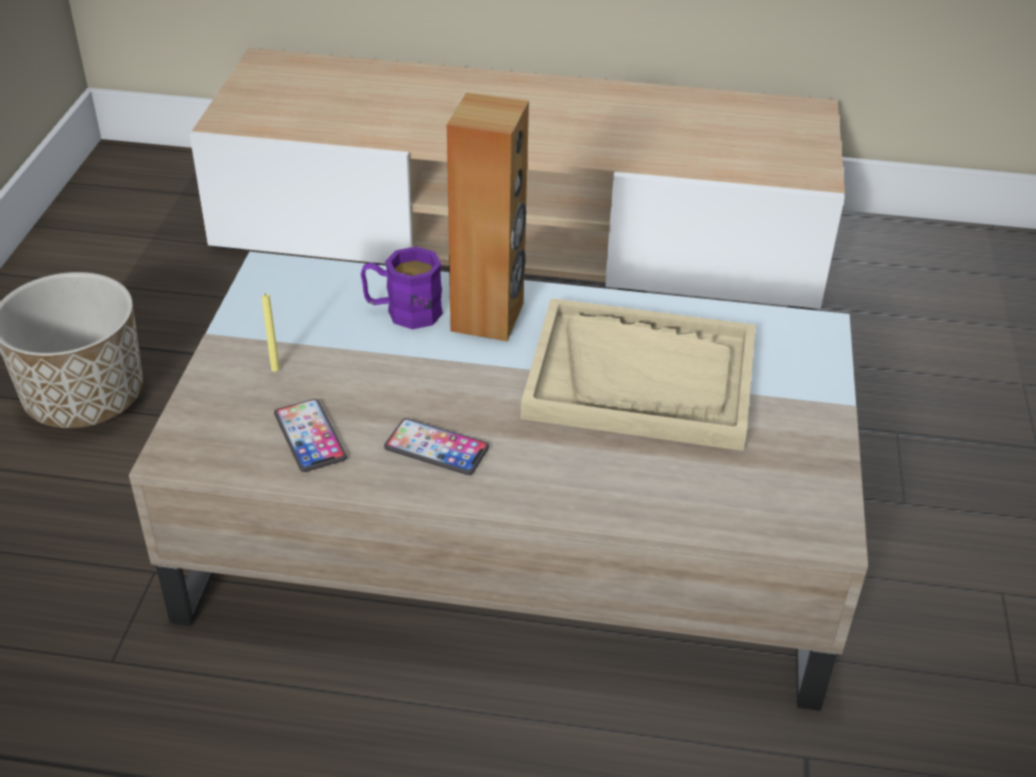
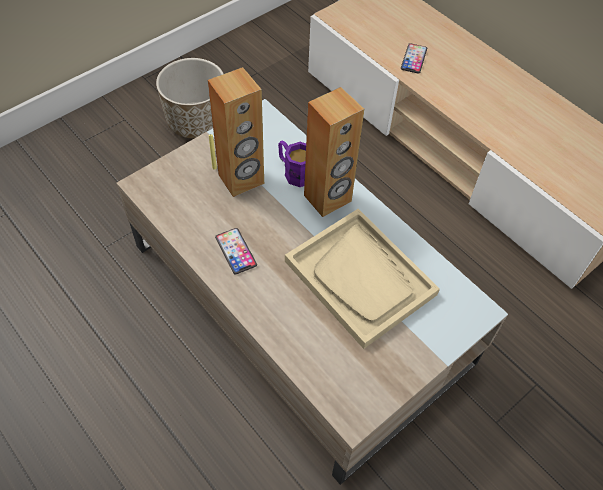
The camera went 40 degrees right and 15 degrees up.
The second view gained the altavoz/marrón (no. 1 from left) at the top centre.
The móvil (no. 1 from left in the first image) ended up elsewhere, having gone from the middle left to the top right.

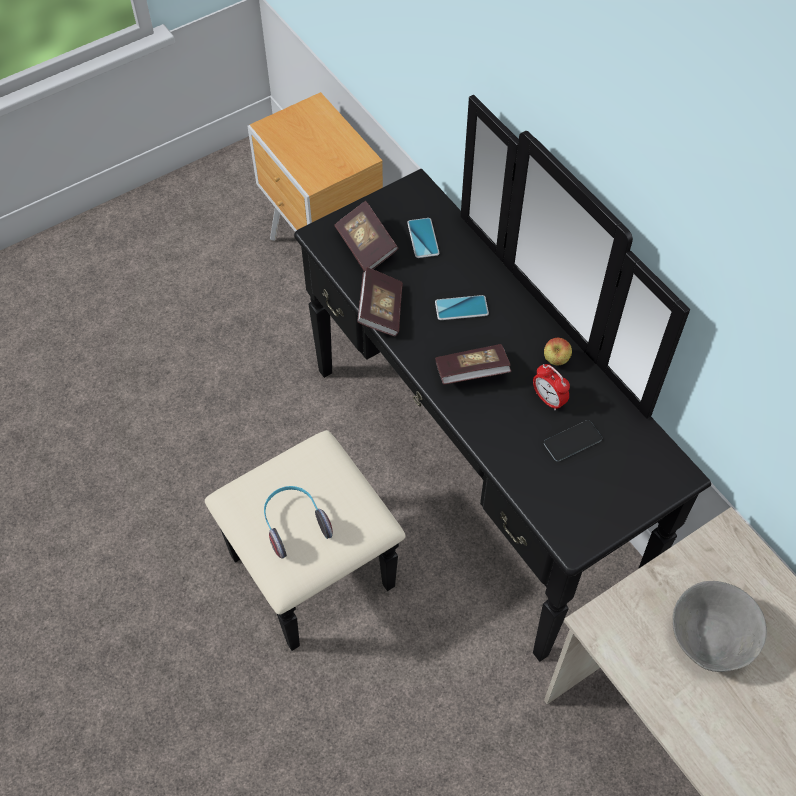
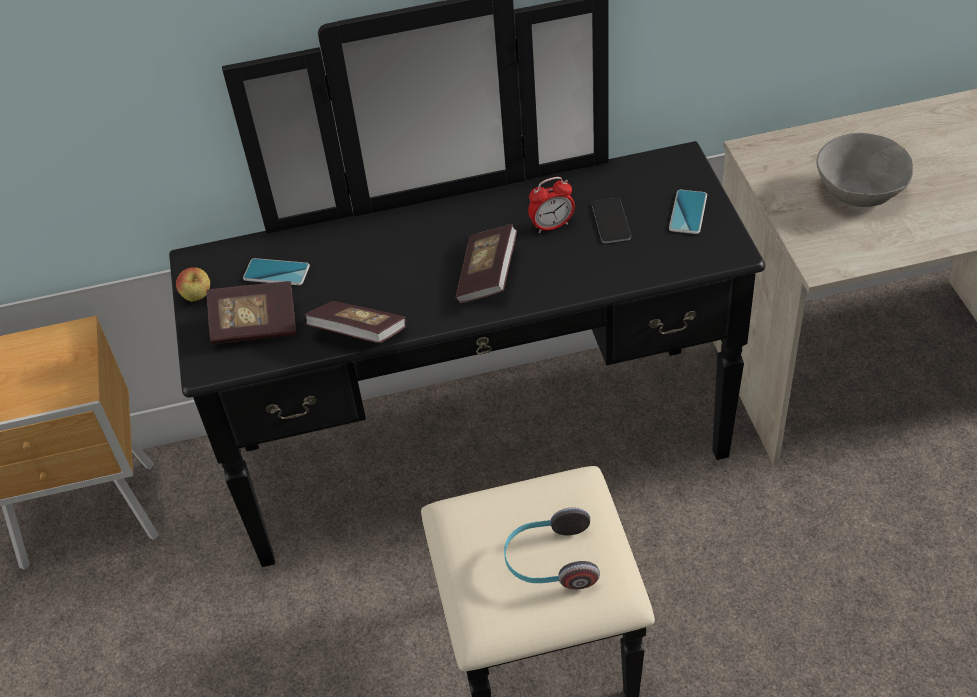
The camera went 65 degrees left and 10 degrees down.
The móvil (no. 2 from left in the first image) ended up elsewhere, having gone from the centre to the top right.
The manzana ended up elsewhere, having gone from the middle right to the middle left.

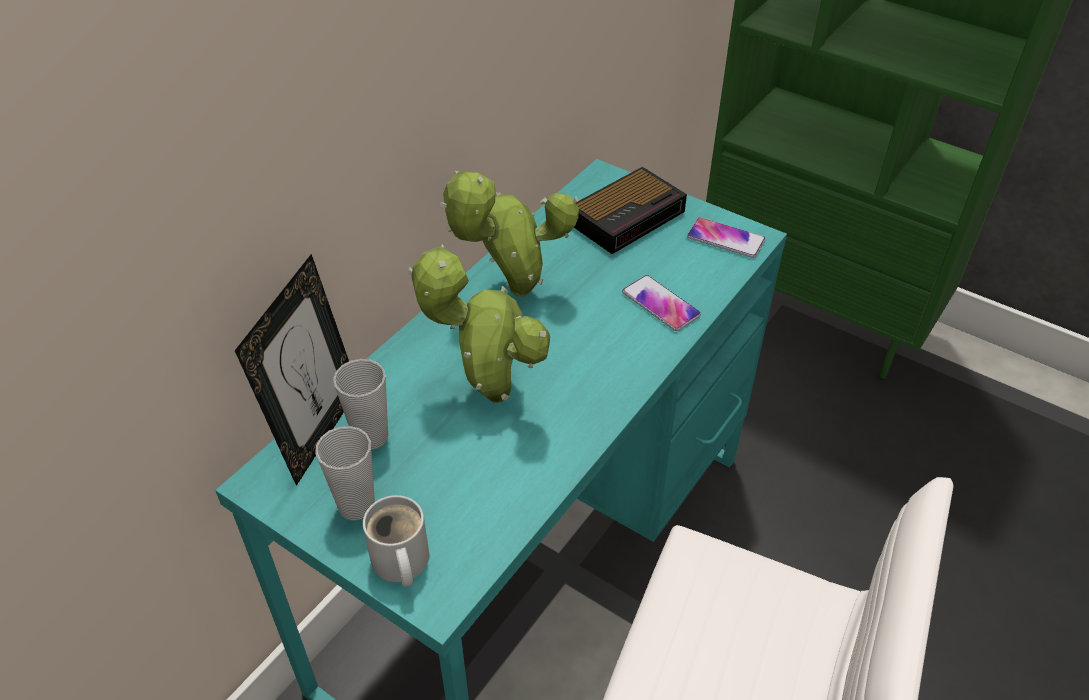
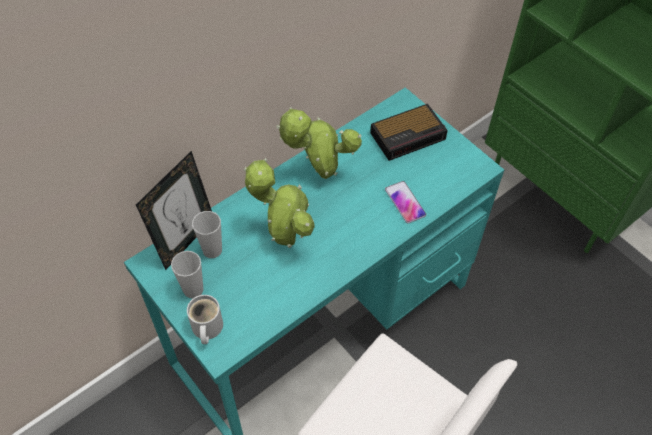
The camera went 15 degrees right and 10 degrees up.
The second view lost the móvil (no. 2 from left) at the middle right.

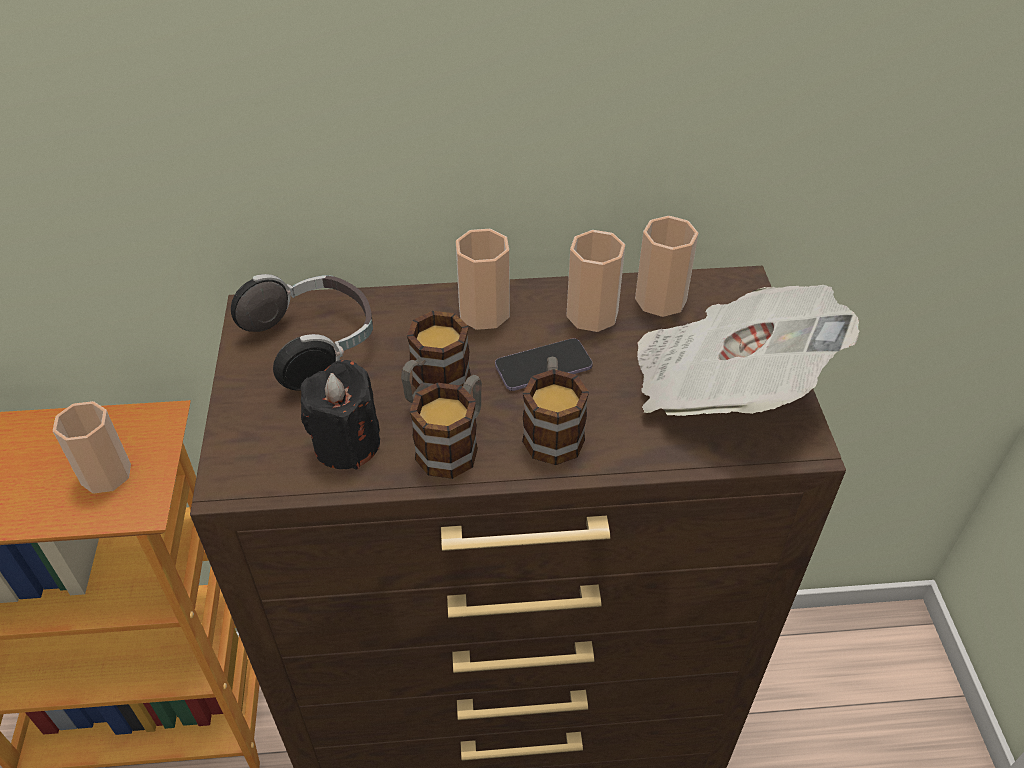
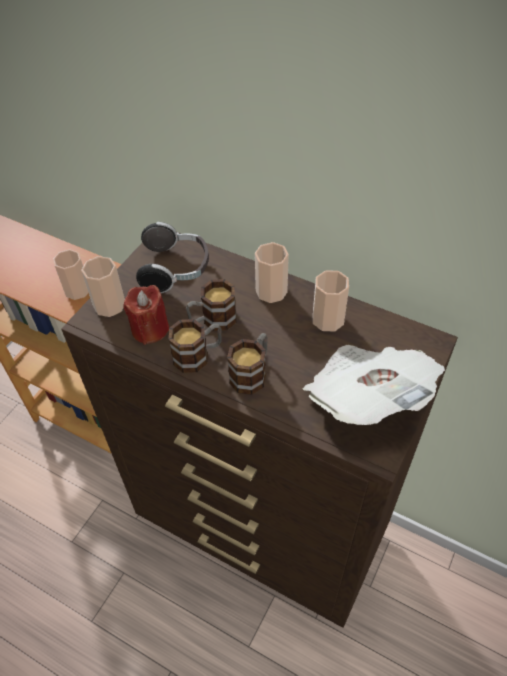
The camera went 35 degrees right and 5 degrees up.
The second view lost the móvil at the centre.
The taza (no. 4 from left in the first image) ended up elsewhere, having gone from the centre to the middle left.
What was the vela/negro at the middle left turned into the vela/rojo at the middle left.

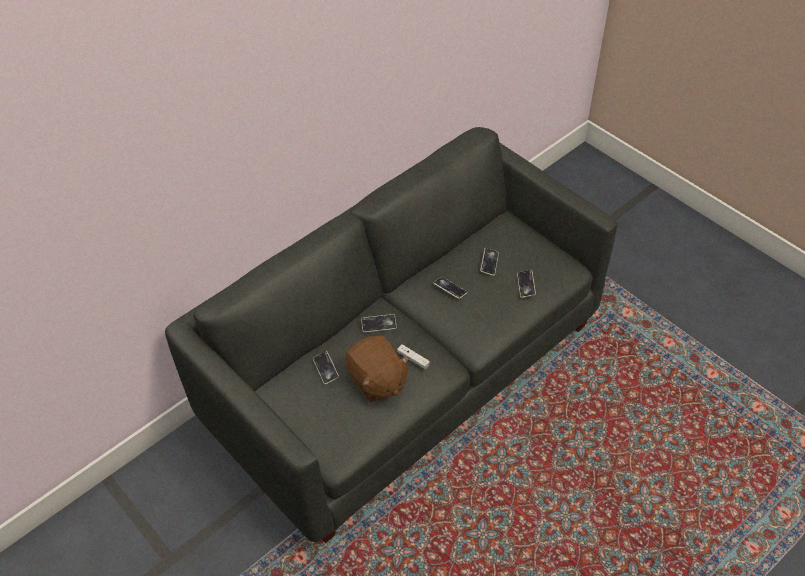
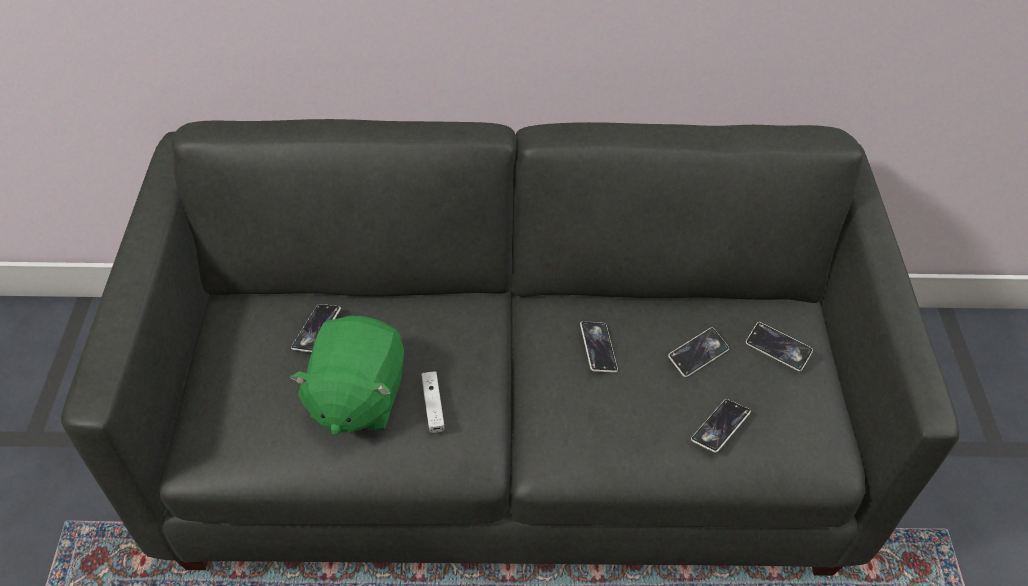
The camera went 40 degrees right and 0 degrees up.
The móvil (no. 2 from left in the first image) ended up elsewhere, having gone from the centre to the middle right.
What was the peluche/marrón at the centre turned into the peluche/verde at the centre.

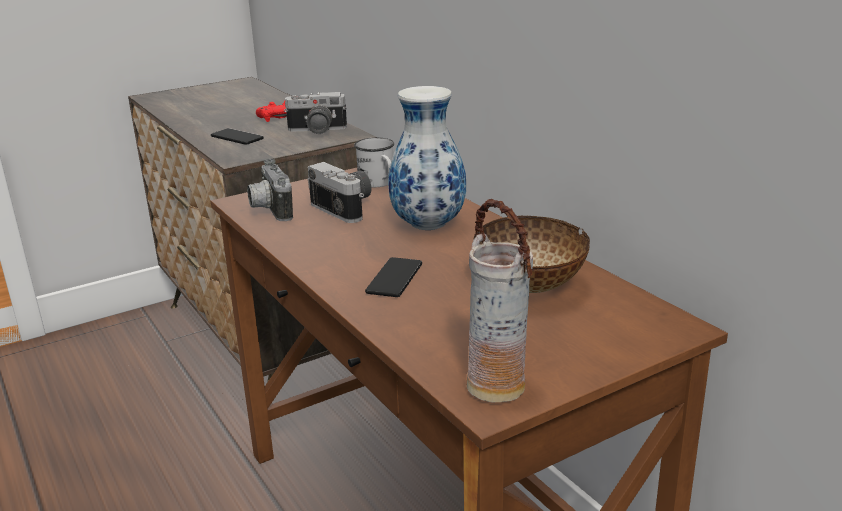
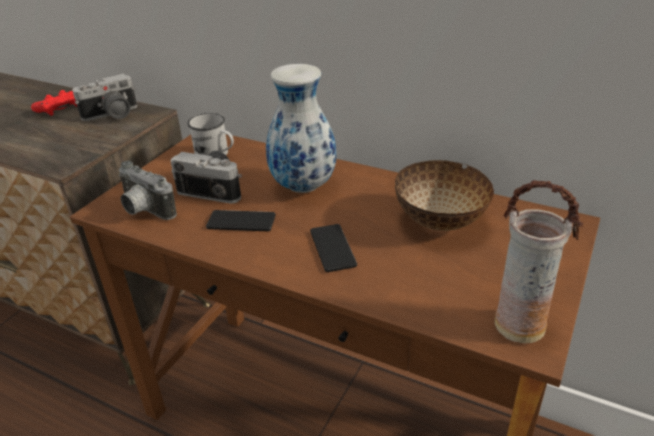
The camera went 30 degrees left and 10 degrees up.
The móvil (no. 1 from left) ended up elsewhere, having gone from the top left to the centre.

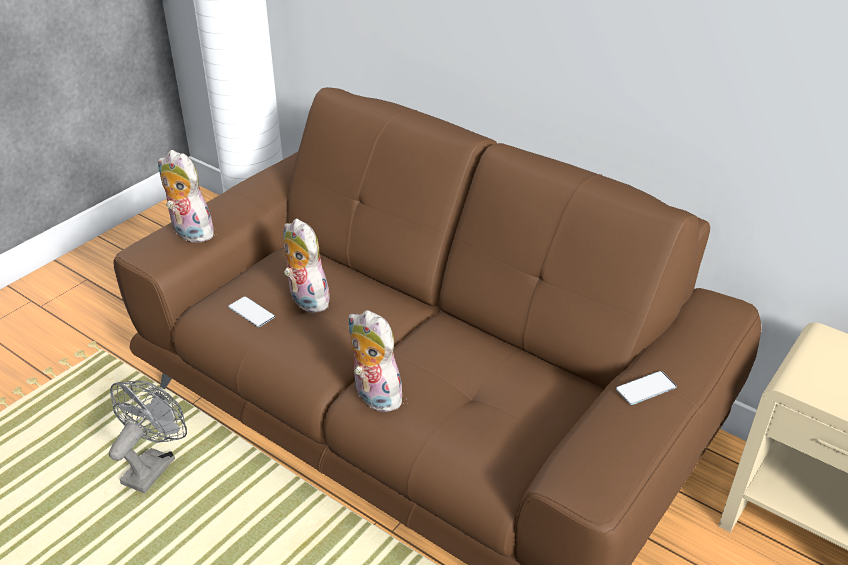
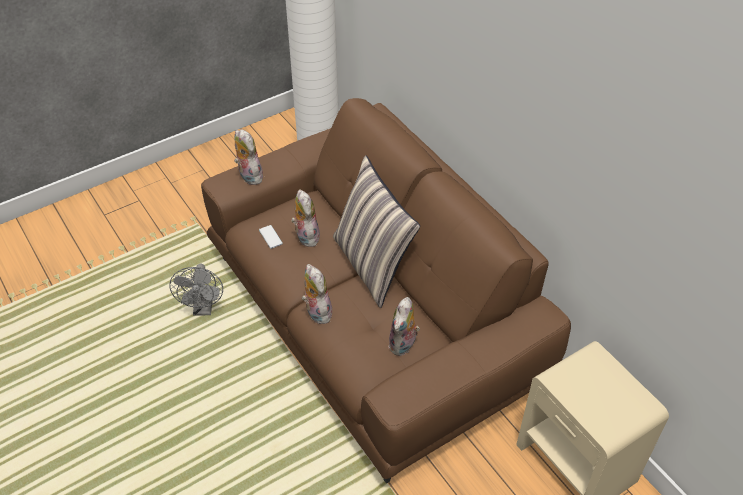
The camera went 20 degrees right and 10 degrees up.
The second view lost the móvil (no. 2 from left) at the bottom right.
The second view gained the cojín at the centre.
The second view gained the peluche (no. 4 from left) at the centre.
The ventilador/gris at the bottom left ended up facing another way, 135 degrees clockwise from before.

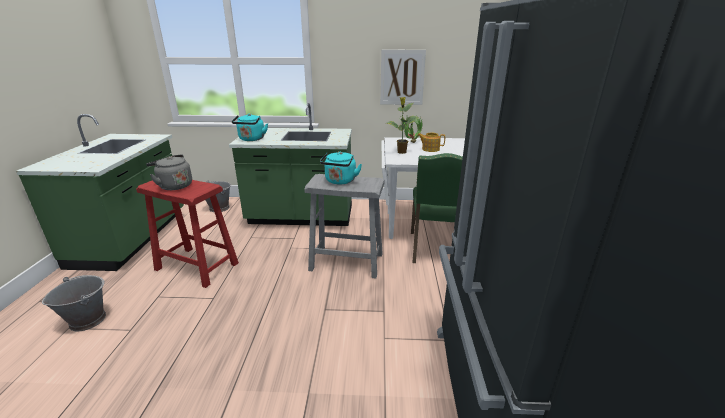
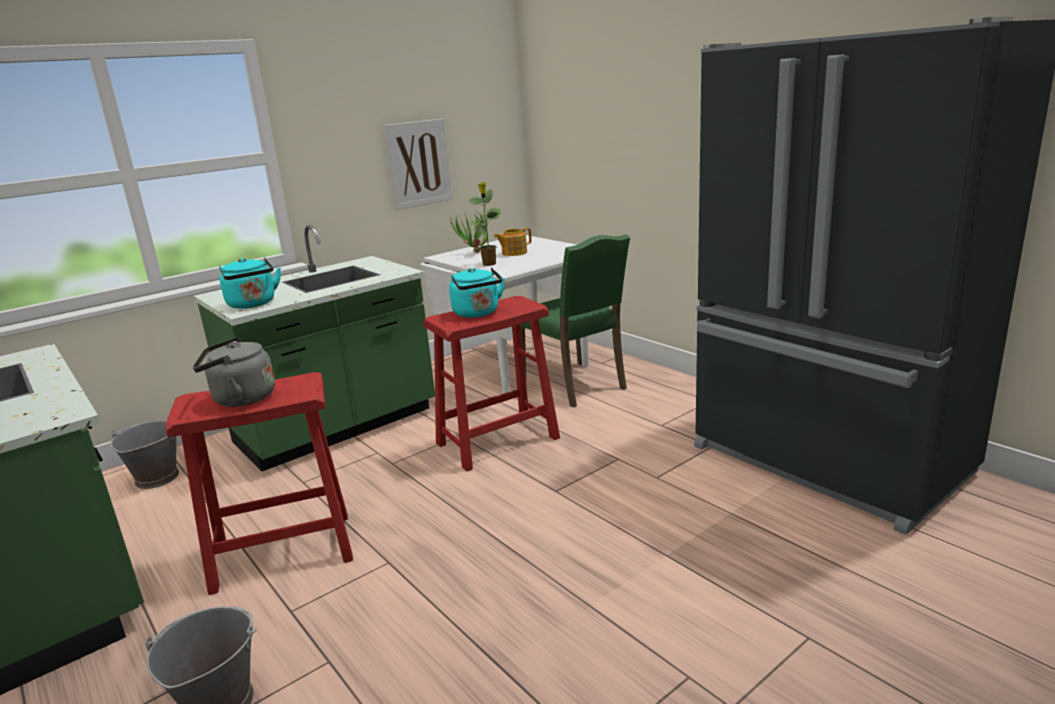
The camera went 40 degrees left and 5 degrees down.
What was the taburete/gris at the centre turned into the taburete/rojo (no. 2 from left) at the centre.

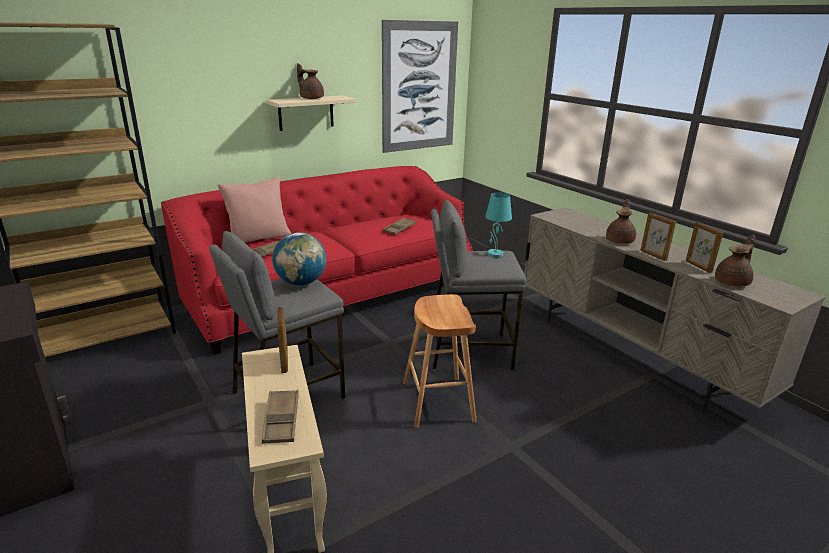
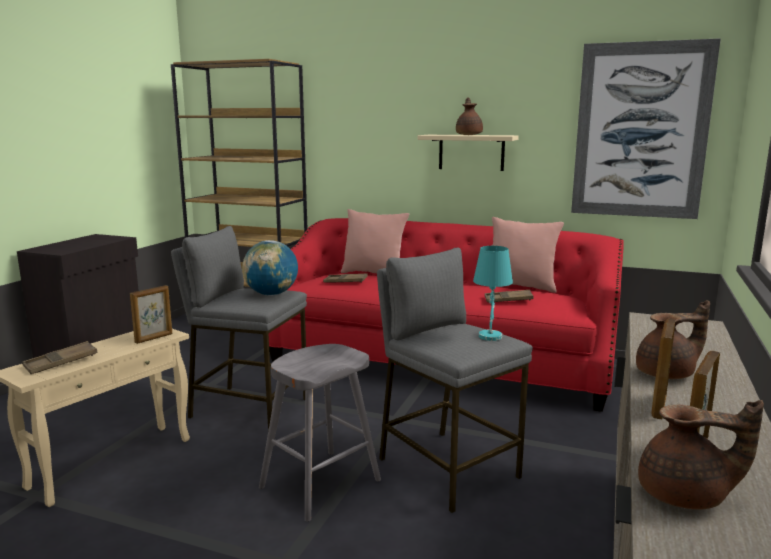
The camera went 55 degrees right and 10 degrees down.
The second view gained the cojín/rosa (no. 2 from left) at the middle right.
What was the taburete/marrón at the centre turned into the taburete/gris (no. 2 from left) at the bottom centre.

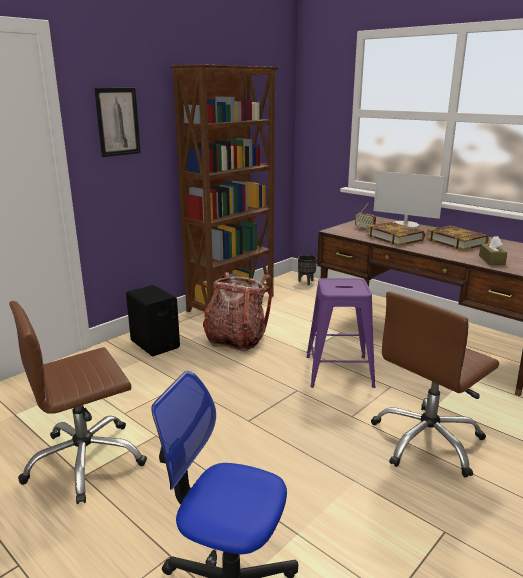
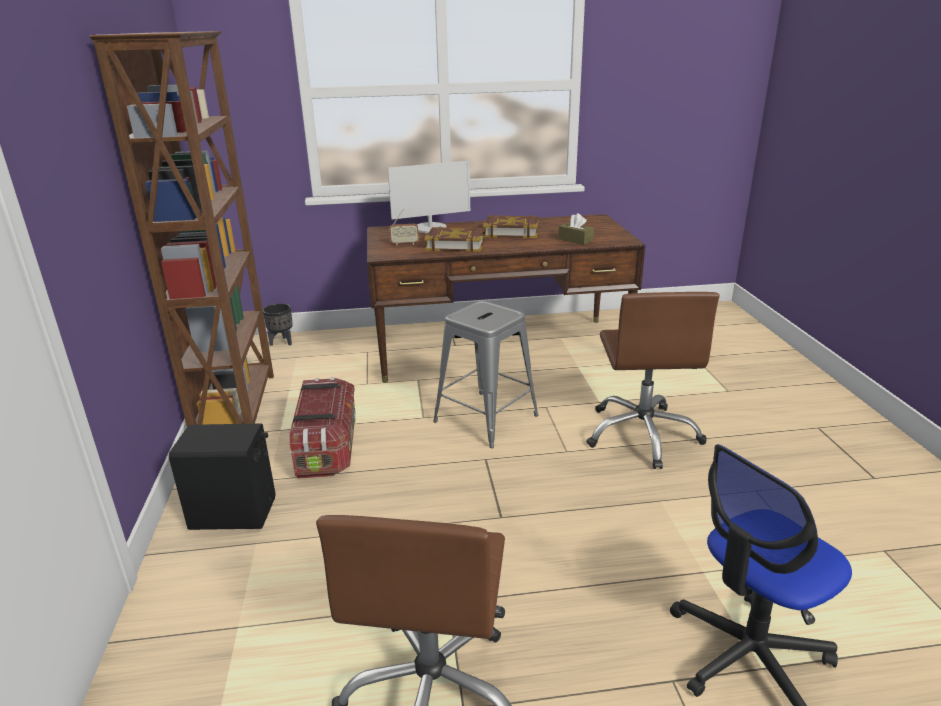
The camera went 50 degrees left and 5 degrees up.
The second view lost the cuadro at the top left.
Where the mochila stood at the centre, the caja de almacenaje came to stand at the centre.
What was the taburete/morado at the centre turned into the taburete/gris at the centre.

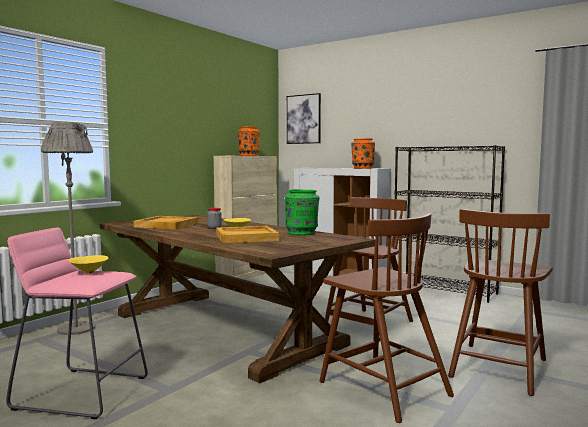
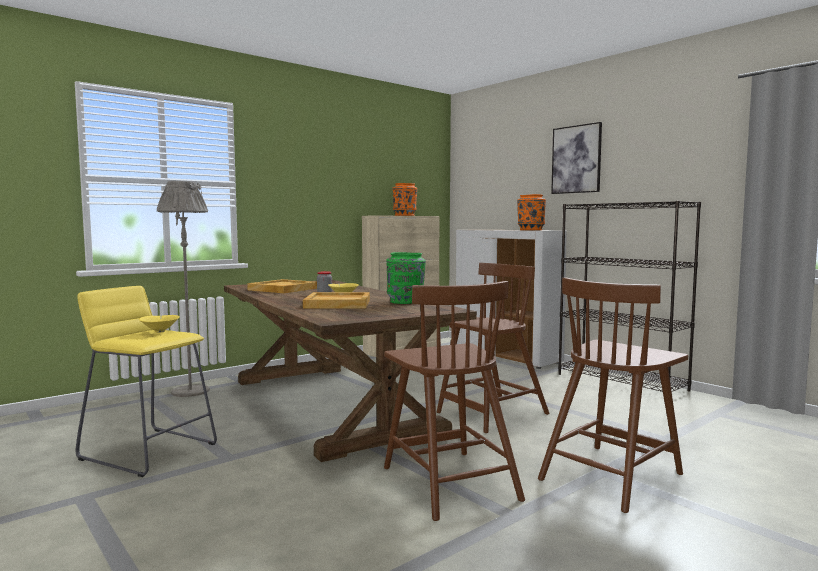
The camera went 15 degrees right and 0 degrees up.
The cuadro ended up elsewhere, having gone from the top centre to the top right.
What was the taburete/rosa at the bottom left turned into the taburete/amarillo at the bottom left.

